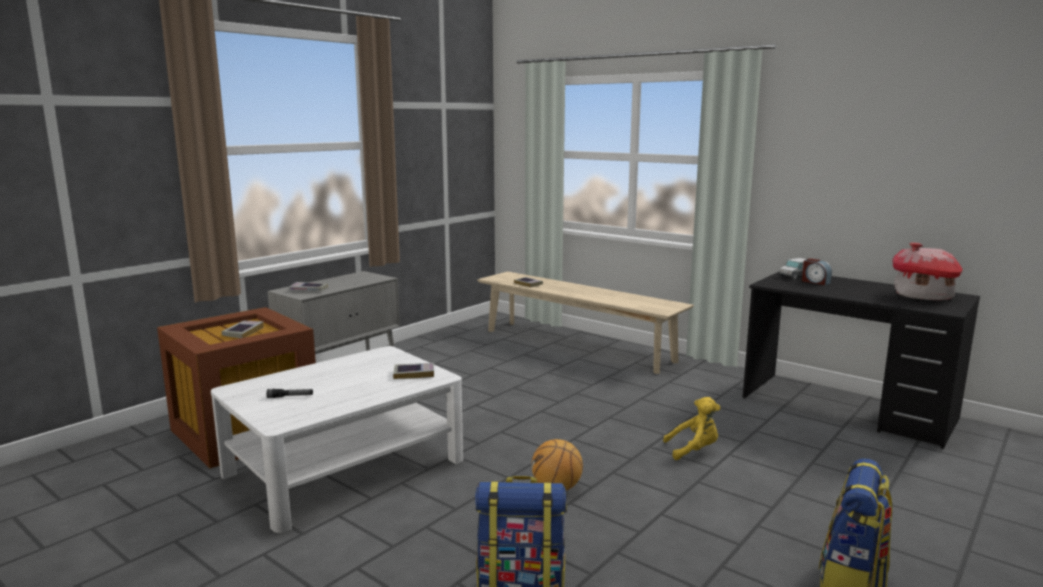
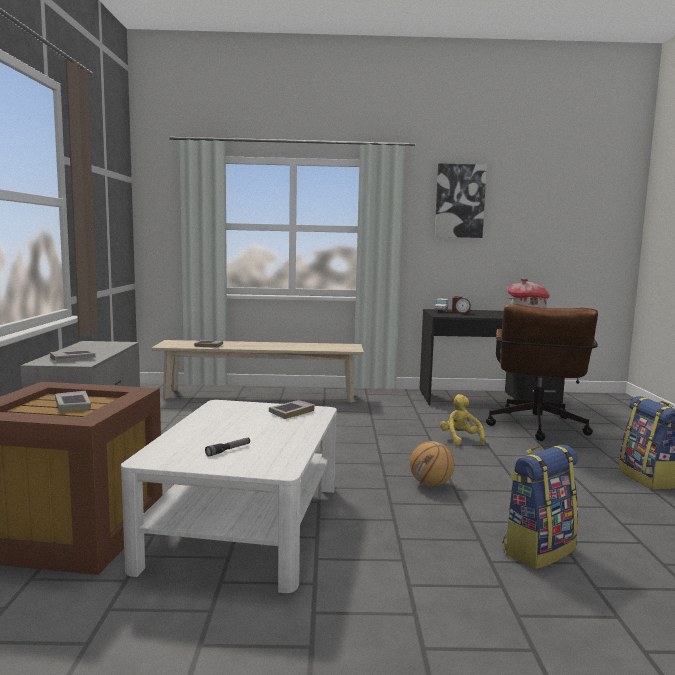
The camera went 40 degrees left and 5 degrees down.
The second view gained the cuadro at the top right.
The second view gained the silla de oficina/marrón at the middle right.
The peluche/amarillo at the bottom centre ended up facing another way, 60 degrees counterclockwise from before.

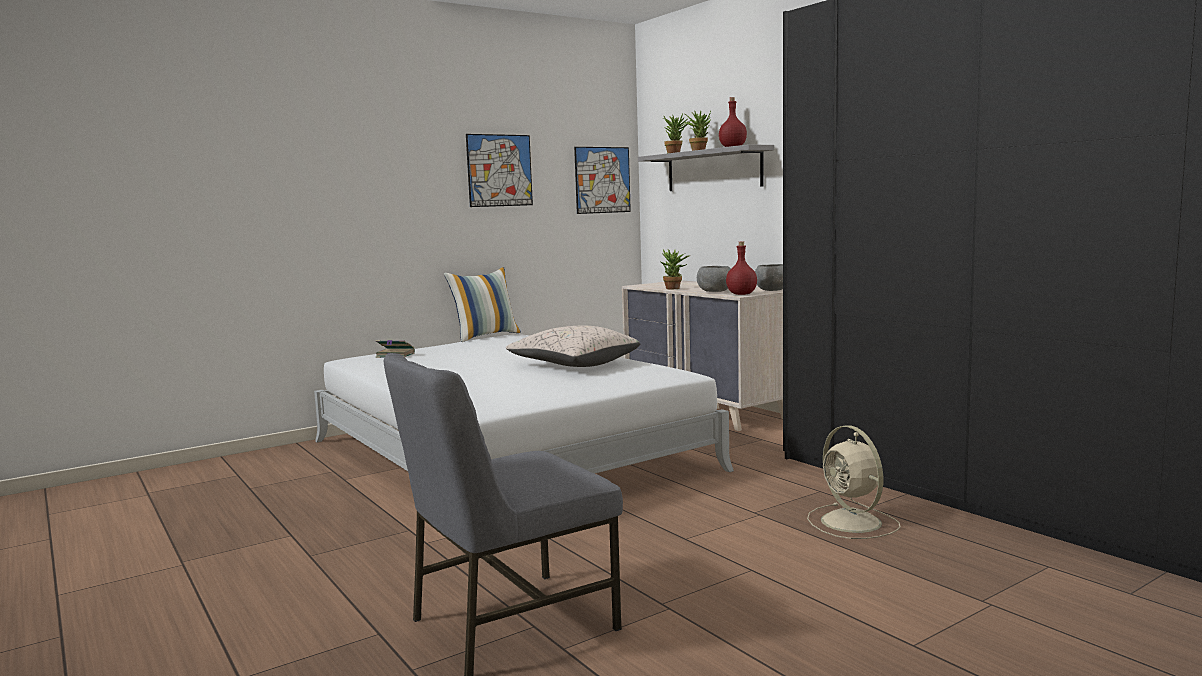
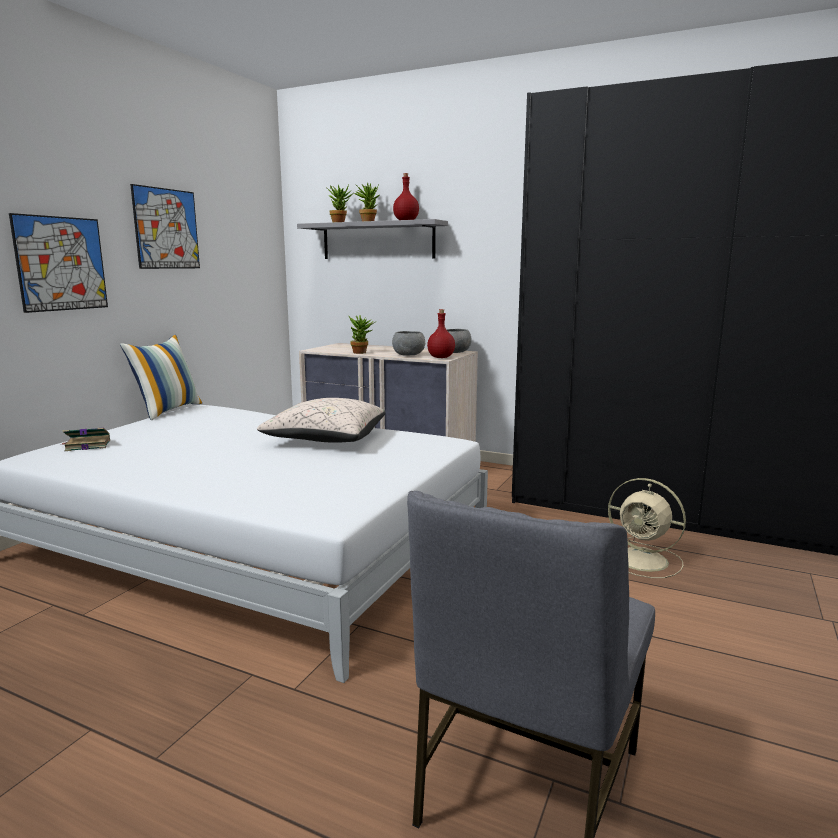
The camera went 30 degrees left and 5 degrees up.
The cuadro (no. 2 from left in the first image) ended up elsewhere, having gone from the top centre to the top left.

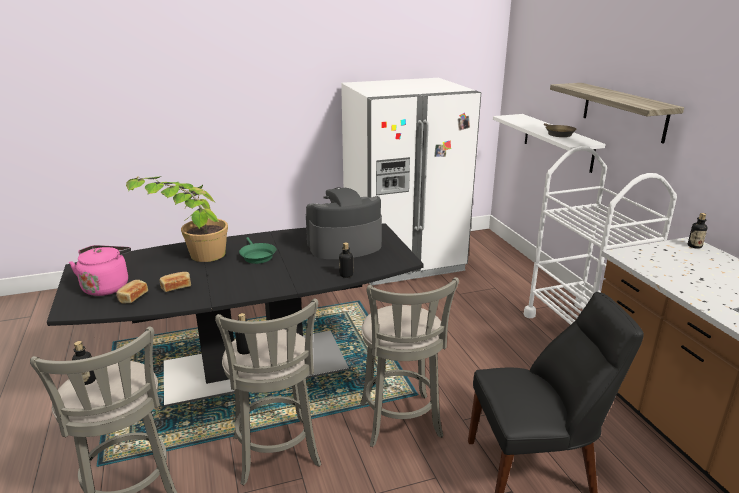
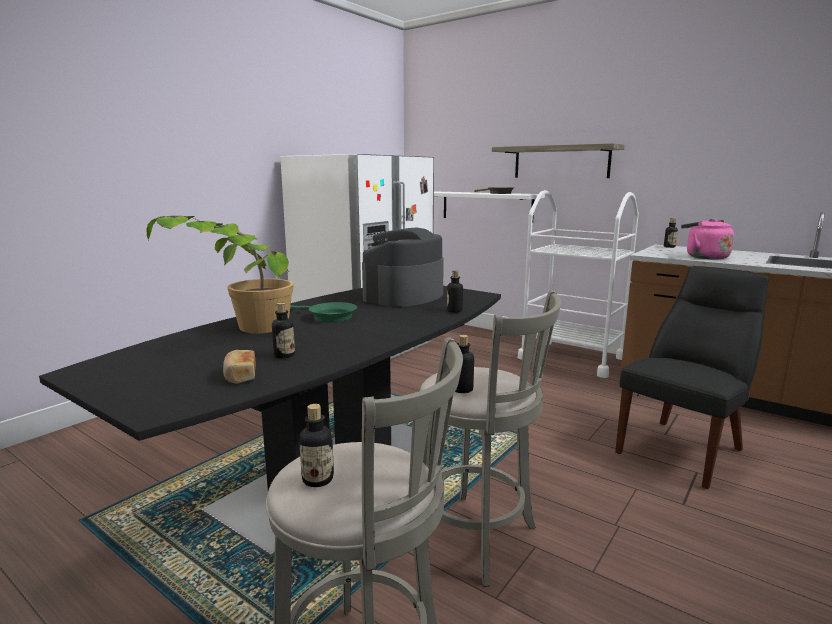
The camera went 35 degrees left and 10 degrees down.
The second view lost the taburete/gris (no. 3 from left) at the bottom centre.
The hervidor/rosa ended up elsewhere, having gone from the middle left to the middle right.
Where the pan (no. 2 from left) stood at the middle left, the botella (no. 1 from left) came to stand at the centre.

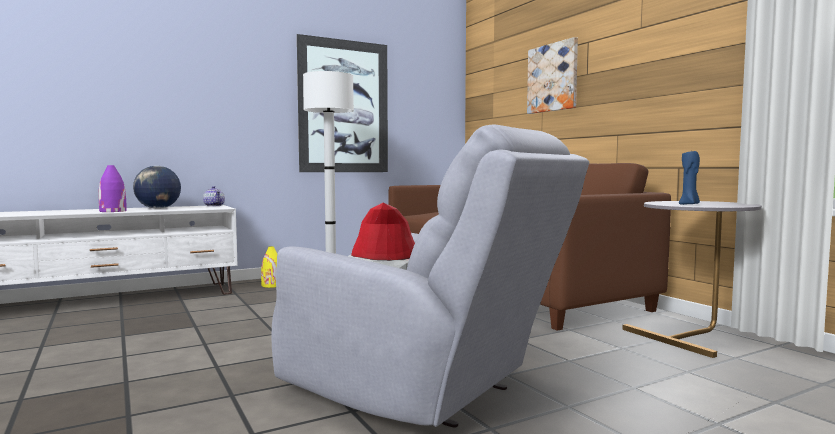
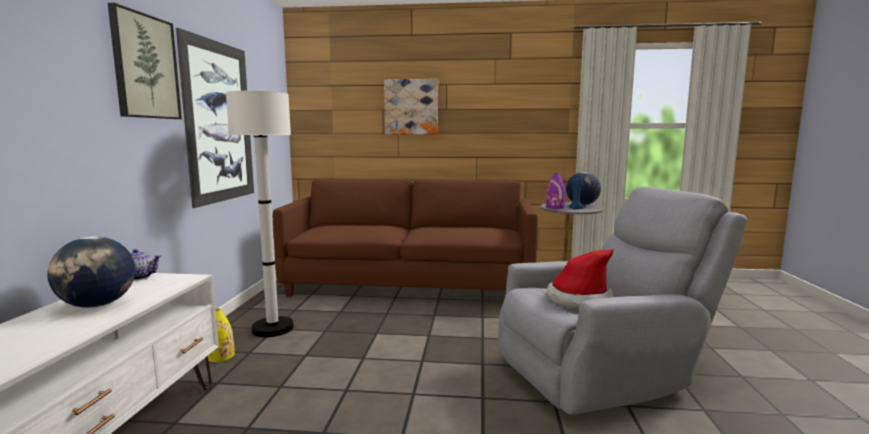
The camera went 55 degrees left and 5 degrees up.
The second view gained the cuadro (no. 1 from left) at the top left.
The second view gained the globo terráqueo (no. 2 from left) at the middle right.
The florero/morado ended up elsewhere, having gone from the middle left to the centre.

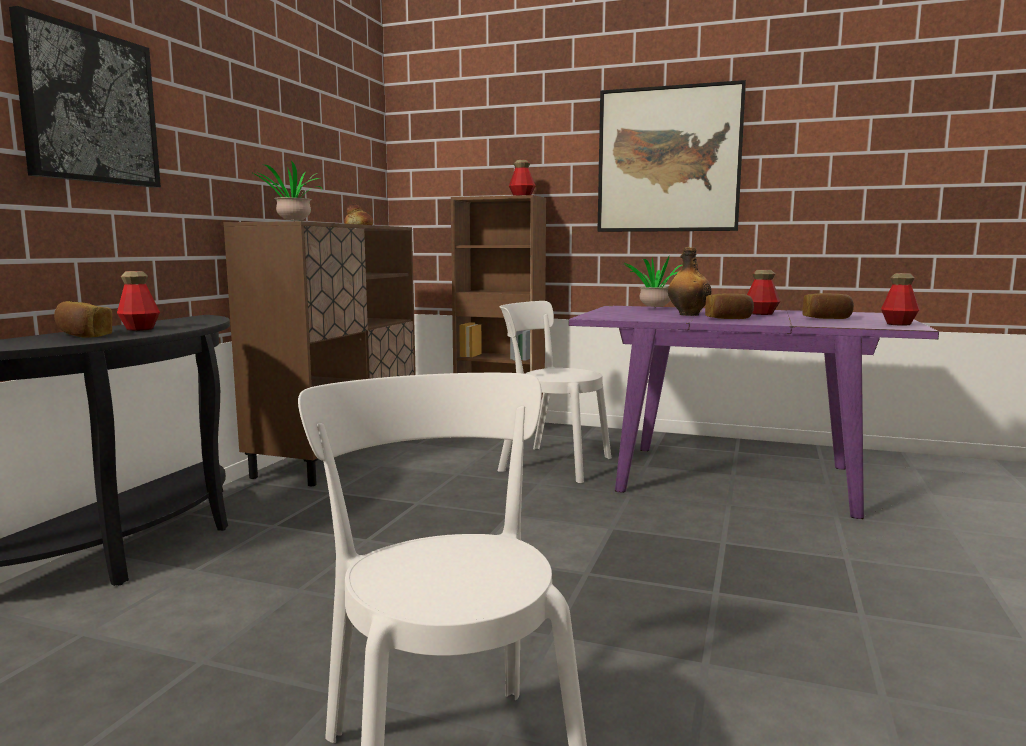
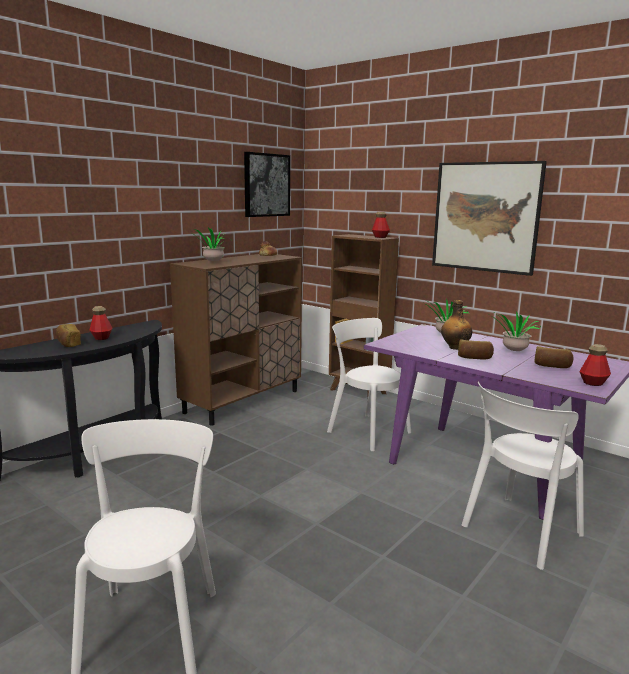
The camera went 20 degrees right and 5 degrees up.
The second view gained the silla/blanco (no. 3 from left) at the bottom right.
The cuadro (no. 1 from left) ended up elsewhere, having gone from the top left to the top centre.
Where the botella (no. 4 from left) stood at the middle right, the planta en maceta (no. 3 from left) came to stand at the middle right.

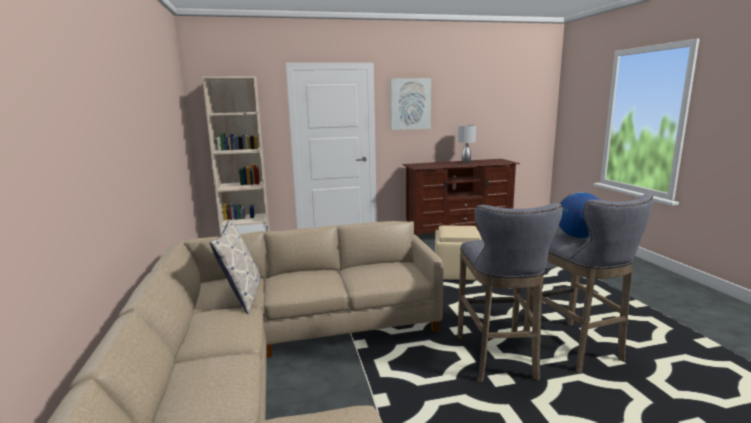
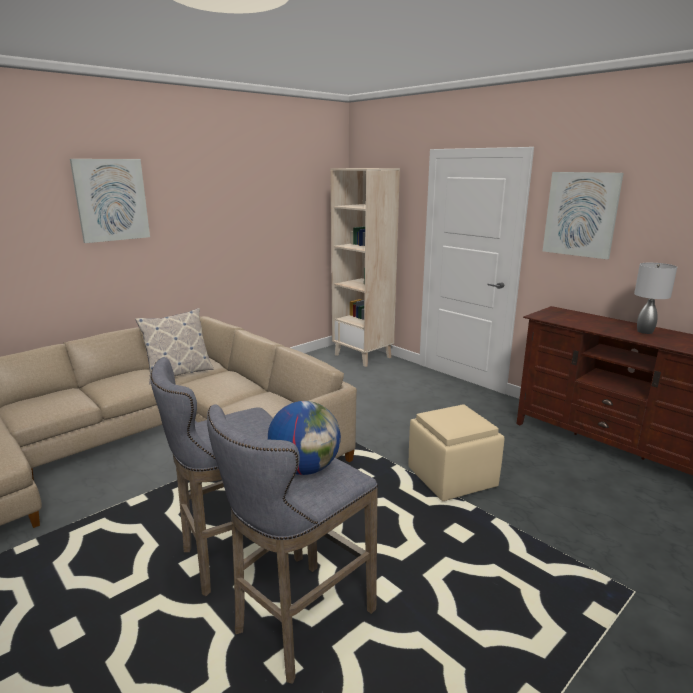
The camera went 60 degrees right and 5 degrees up.
The second view gained the cuadro (no. 1 from left) at the top left.

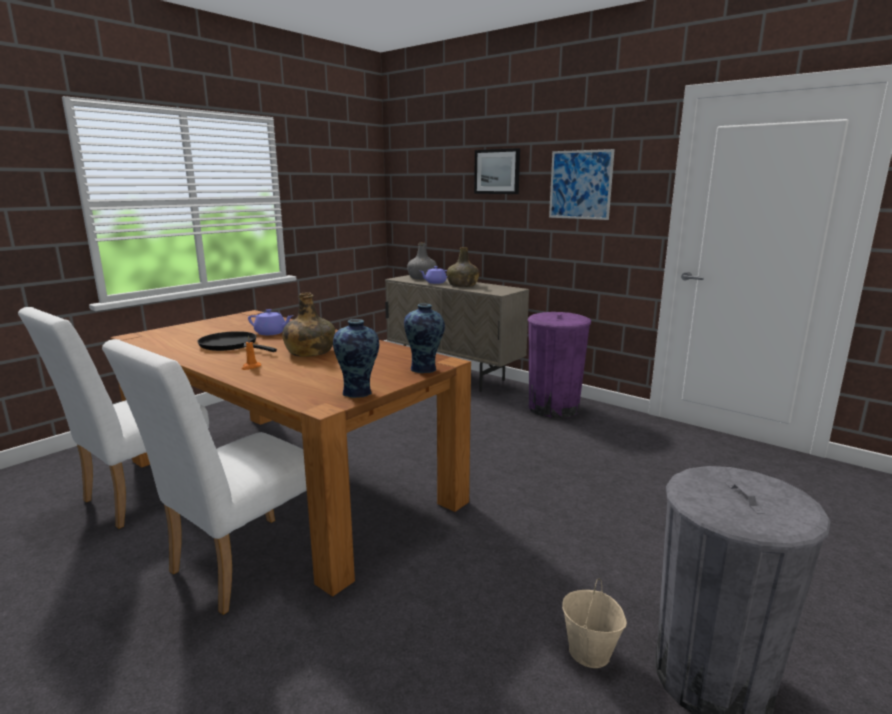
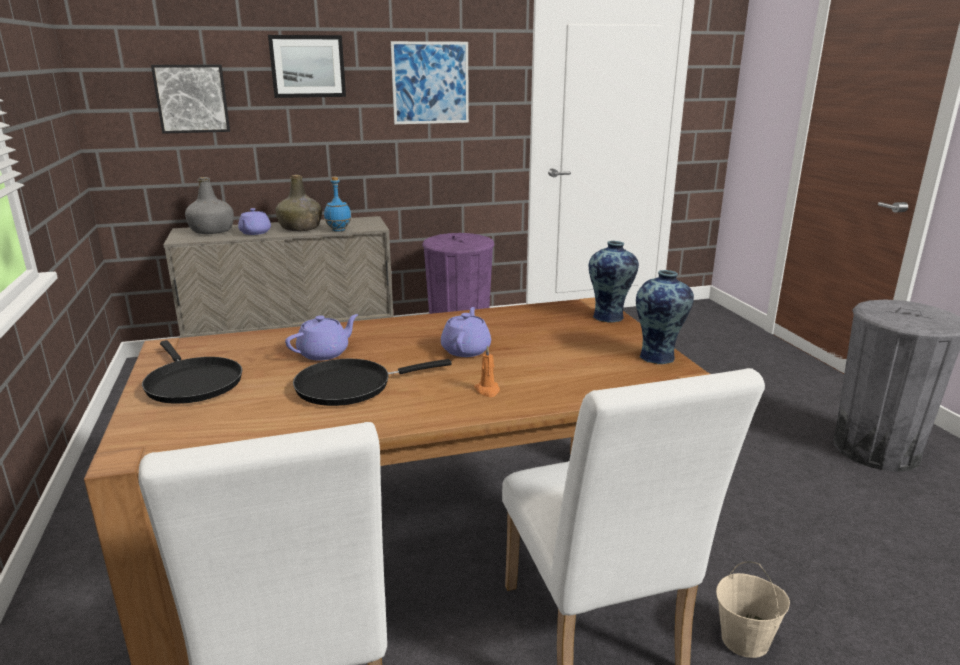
The camera went 55 degrees left and 5 degrees up.
The second view gained the sartén/negro (no. 1 from left) at the middle left.
The second view gained the cuadro (no. 1 from left) at the top left.
The second view gained the botella/azul at the top centre.
The cubo/beis ended up elsewhere, having gone from the bottom centre to the bottom right.
Where the botella/verde (no. 1 from left) stood at the centre, the tetera/morado (no. 3 from left) came to stand at the centre.

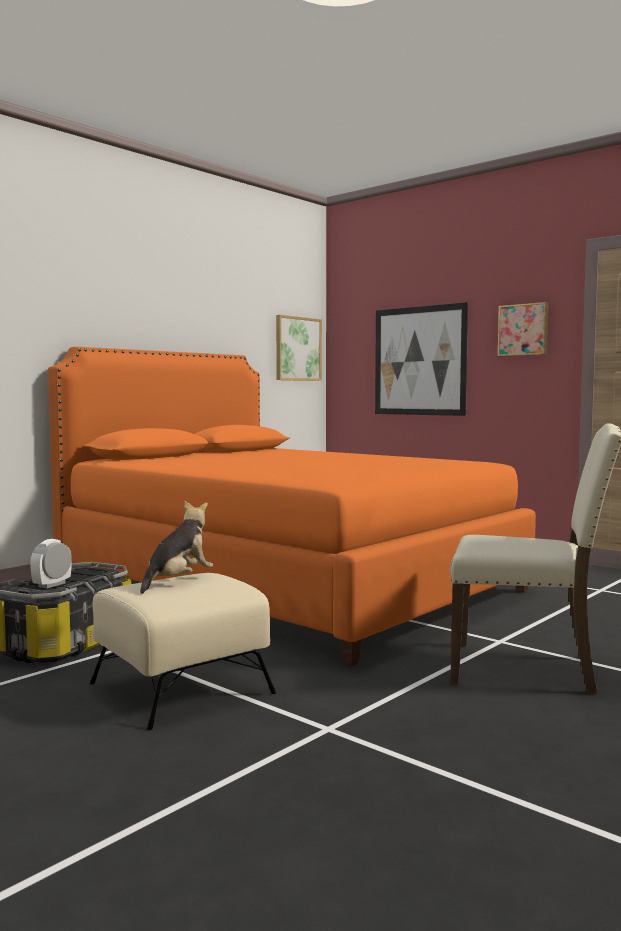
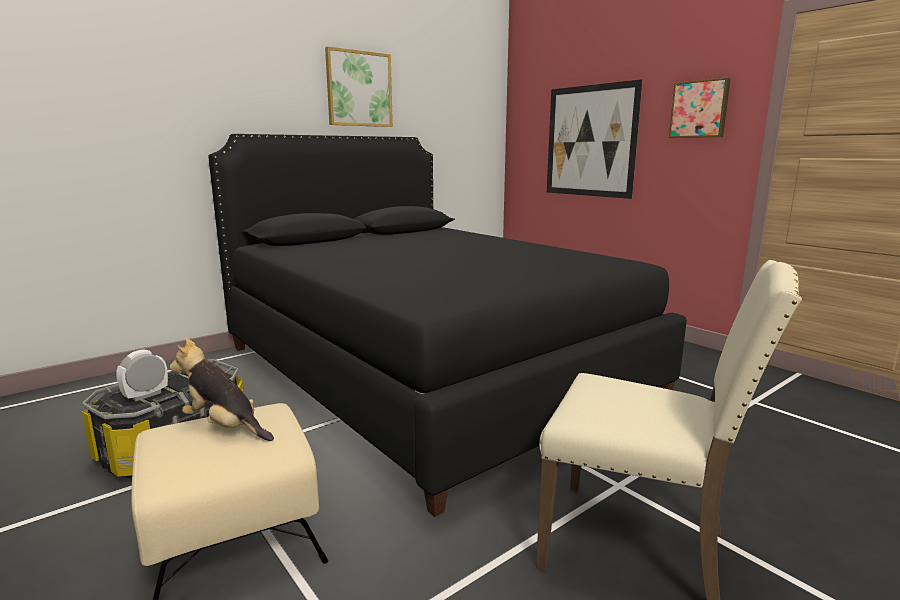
The camera went 10 degrees right and 10 degrees up.
The cuadro (no. 1 from left) ended up elsewhere, having gone from the centre to the top centre.
What was the cama/naranja at the centre turned into the cama/negro at the centre.
The peluche at the middle left ended up facing another way, 105 degrees counterclockwise from before.

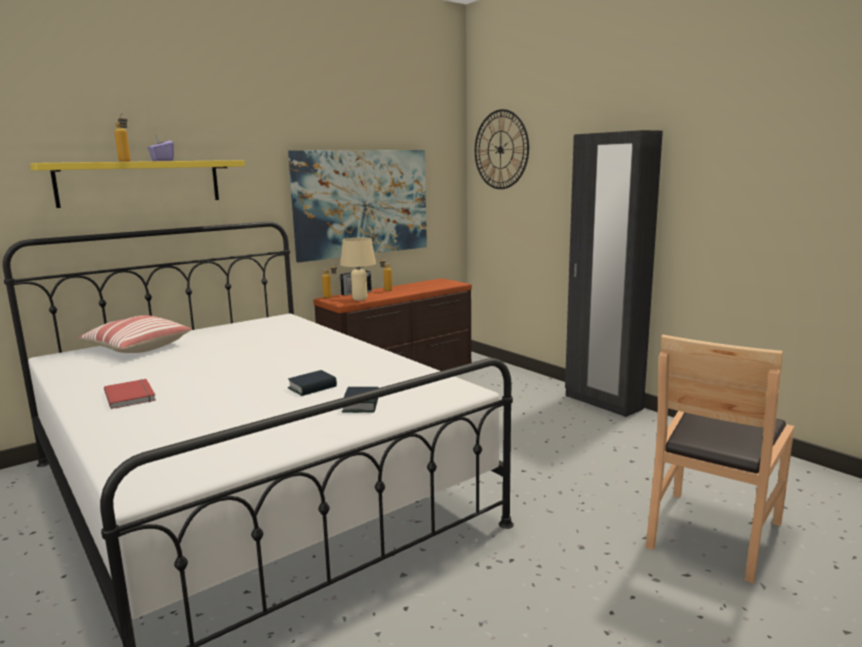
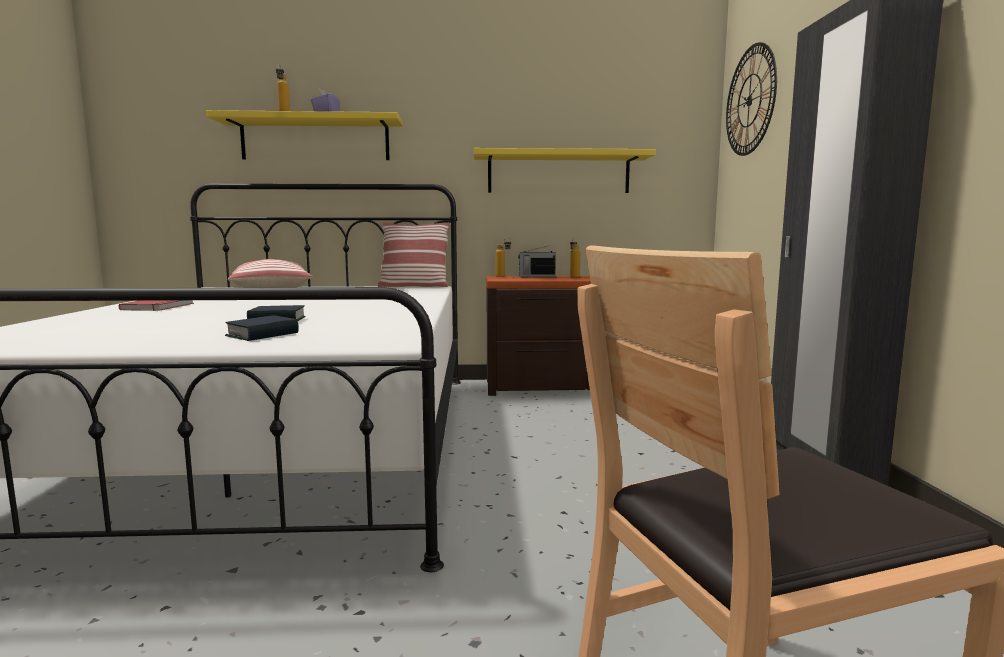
The camera went 35 degrees right and 5 degrees down.
The second view lost the lámpara de mesa/beis at the centre.
The second view gained the cojín (no. 2 from left) at the centre.
Where the cuadro hung at the top centre, the estante/amarillo (no. 2 from left) came to hang at the top centre.

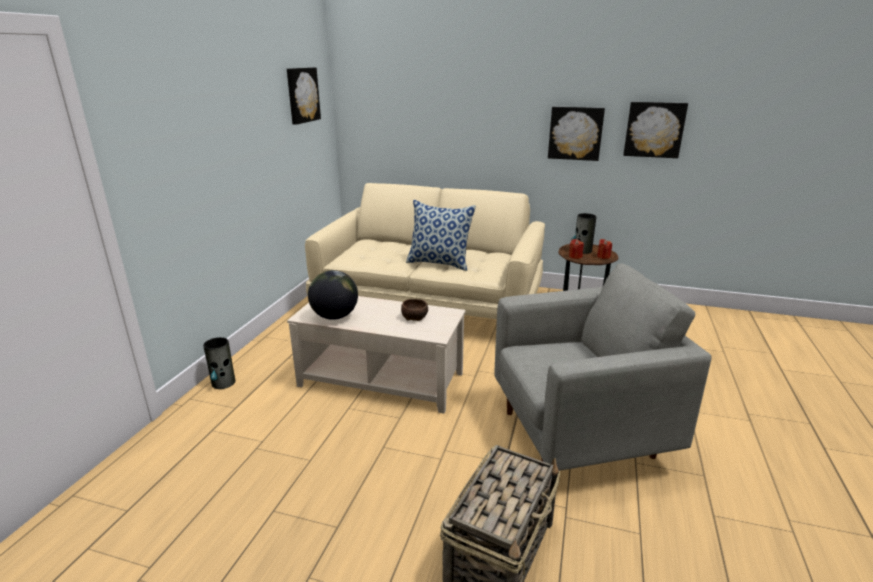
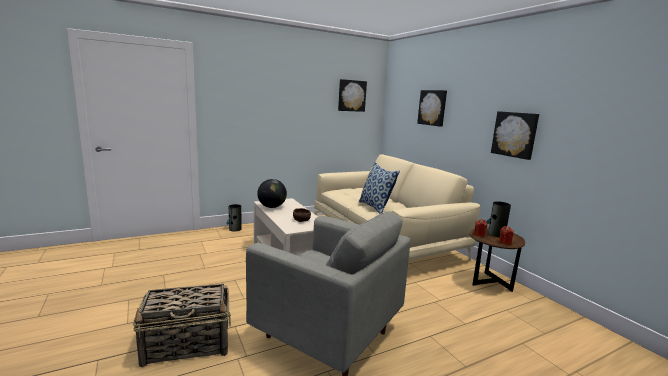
The camera went 45 degrees right and 10 degrees down.
The cuadro (no. 3 from left in the first image) ended up elsewhere, having gone from the top right to the top centre.

